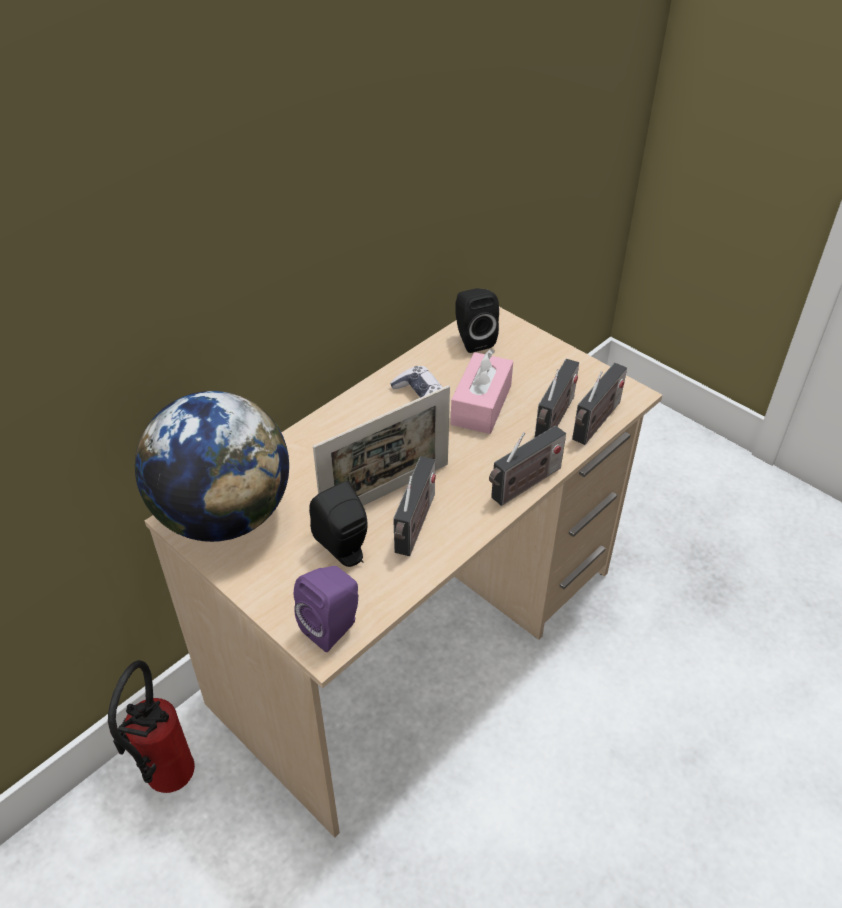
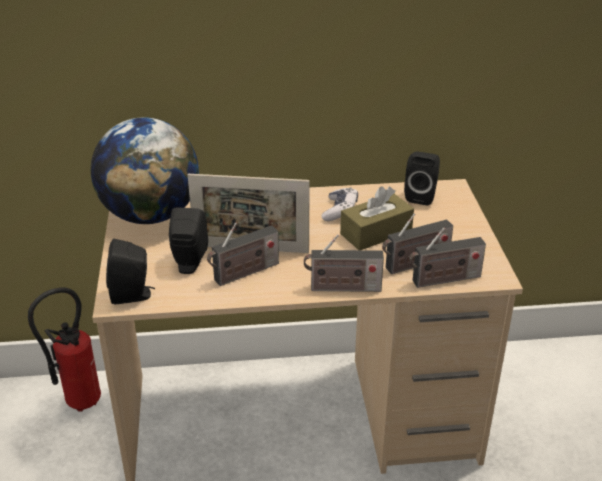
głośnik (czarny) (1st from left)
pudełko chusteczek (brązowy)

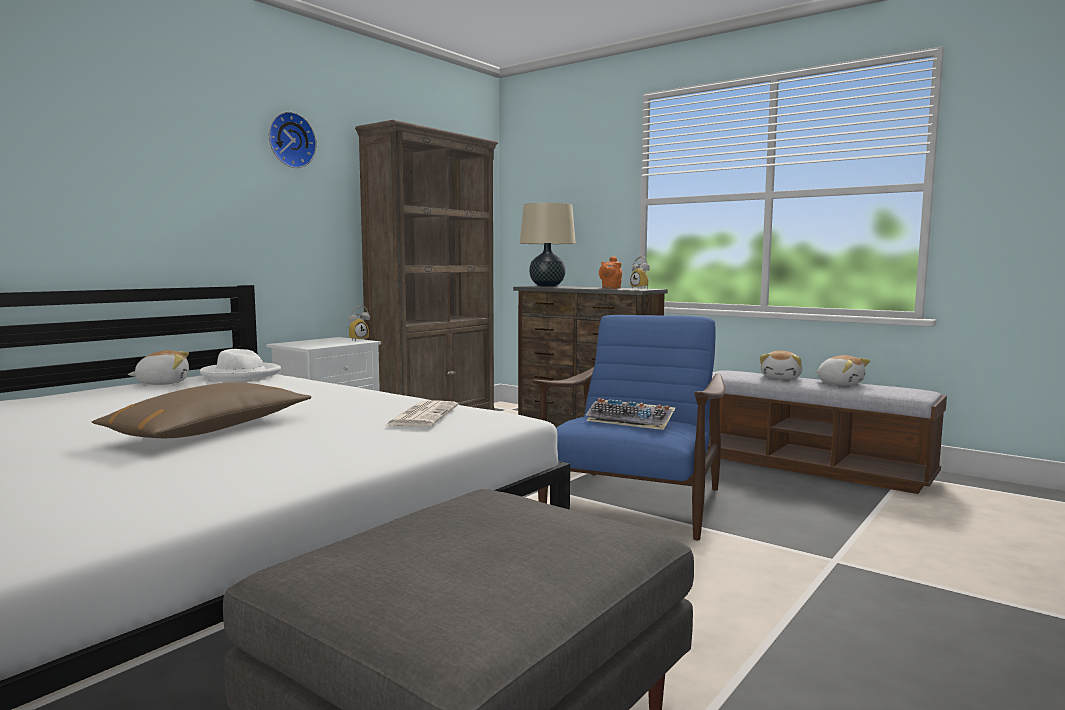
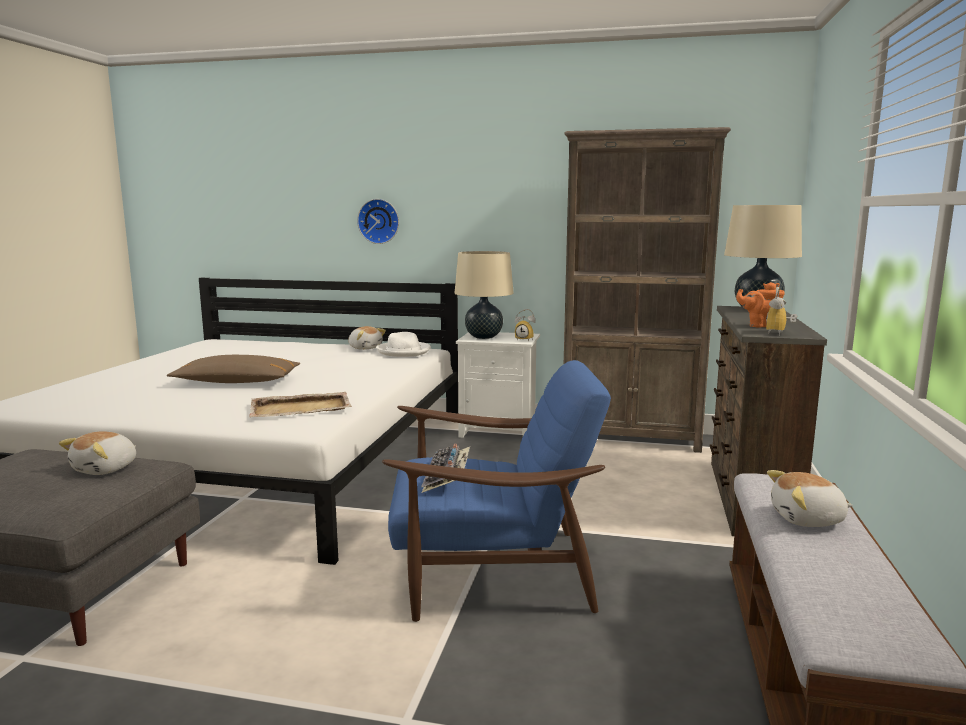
lampa stołowa (beżowy) (1st from left)
zegar ścienny
pluszak (1st from left)
taca (beżowy)

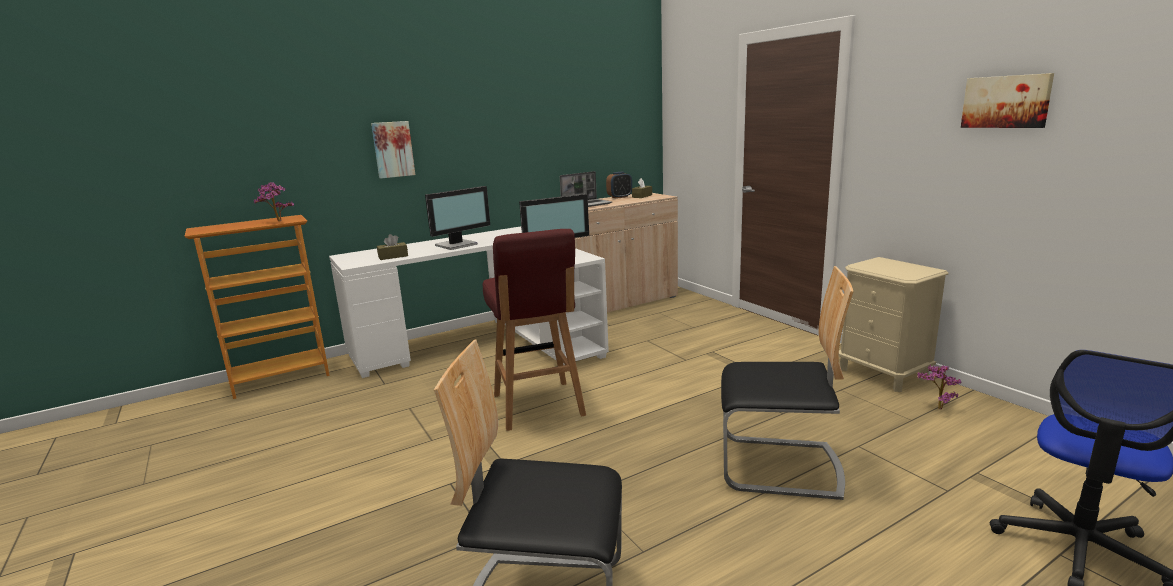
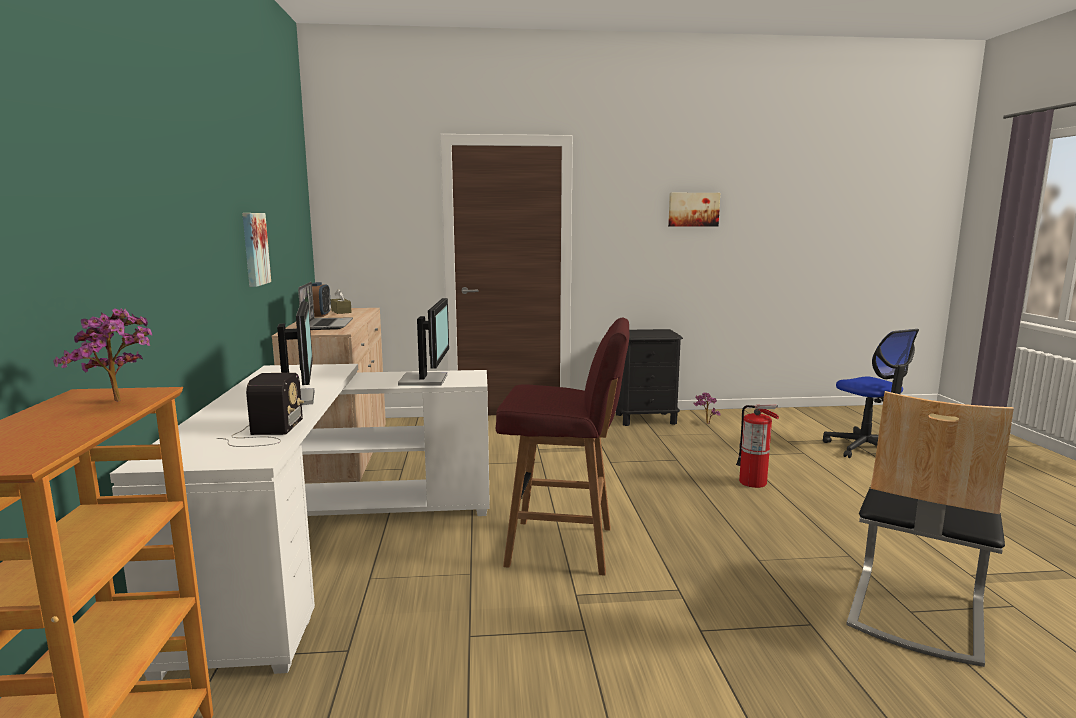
obraz (1st from left)
radio
gaśnica
szafka nocna (czarny)

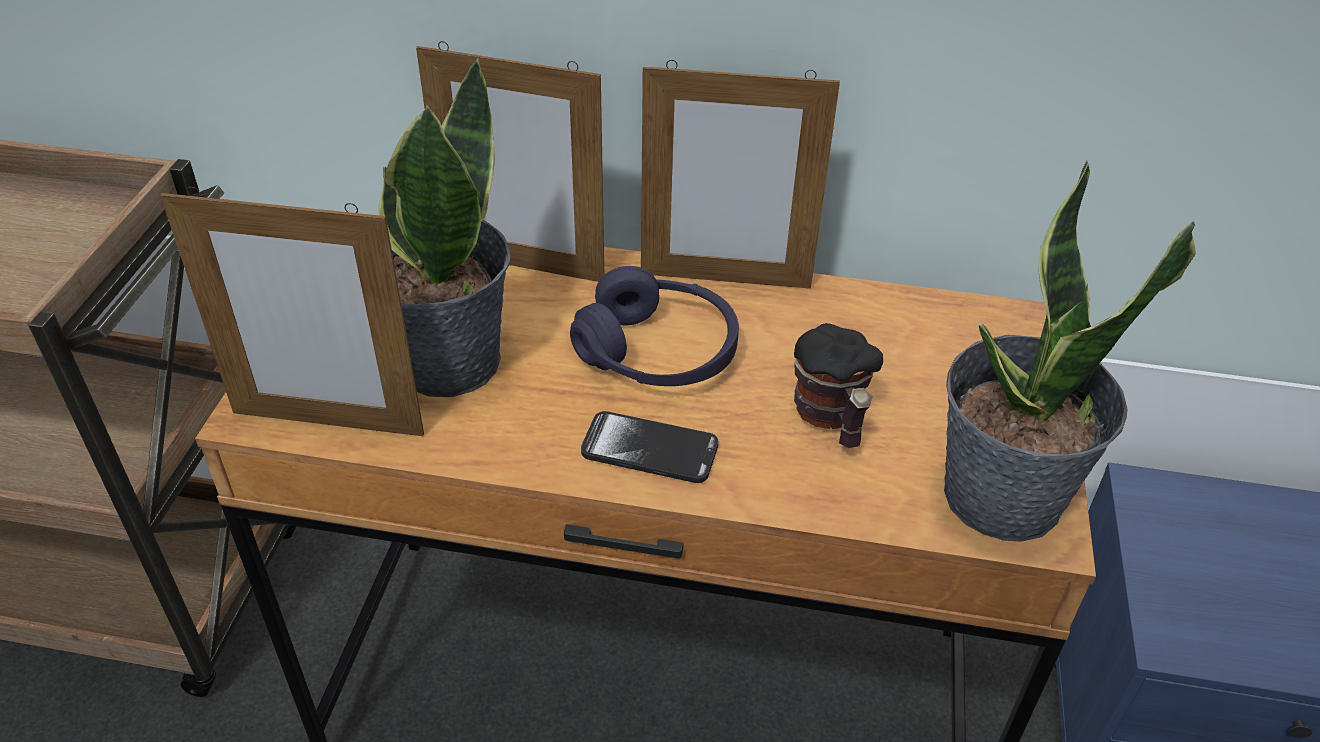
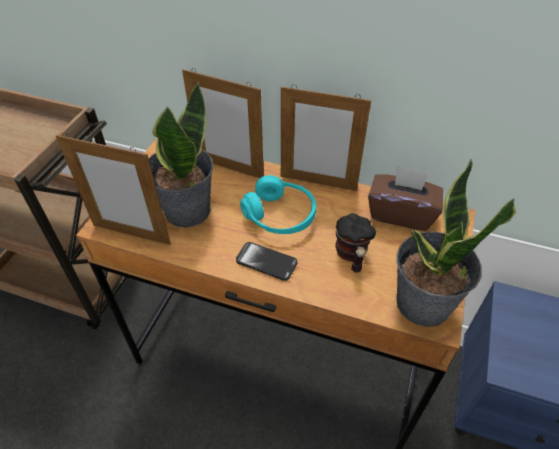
pudełko chusteczek (brązowy)
słuchawki (turkusowy)

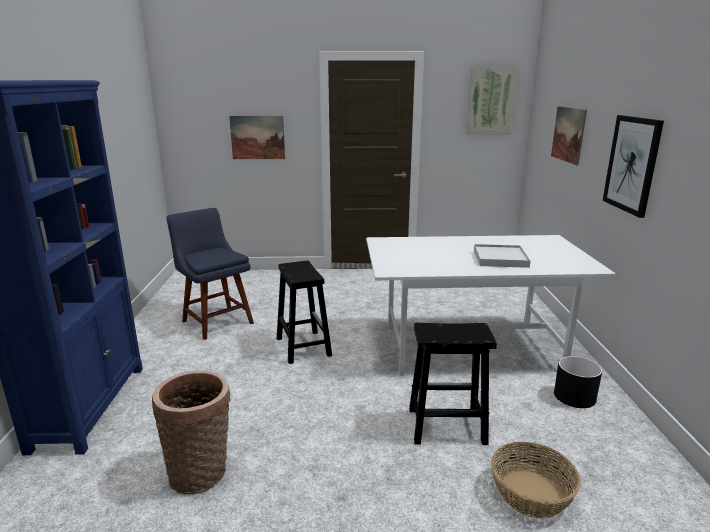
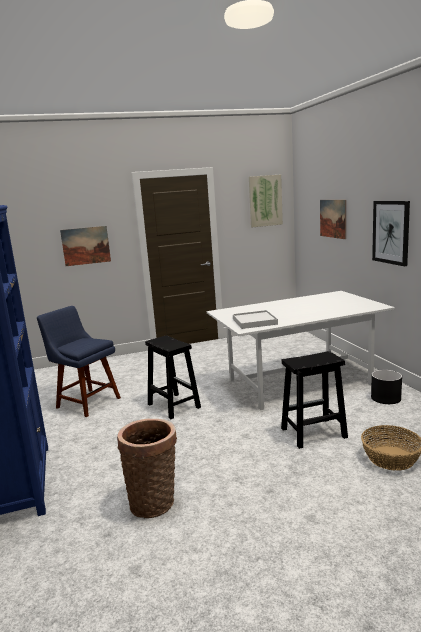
taca (biały)

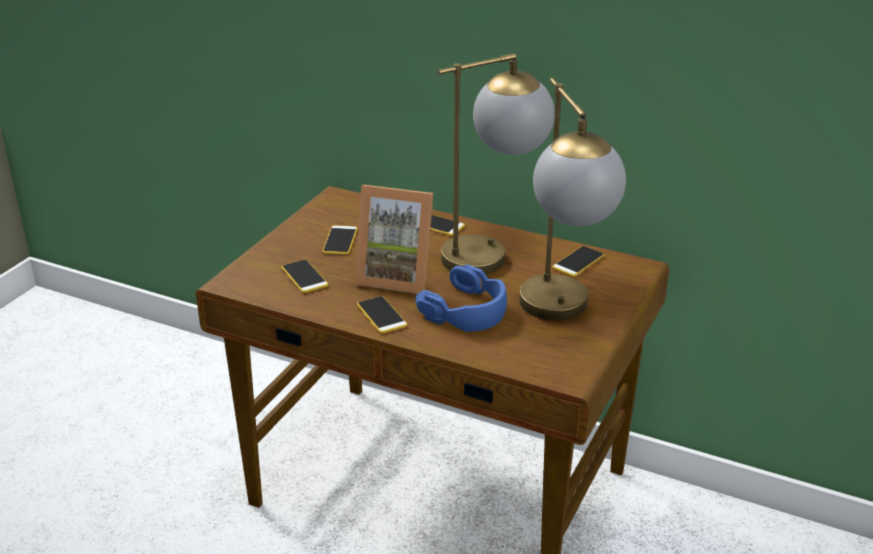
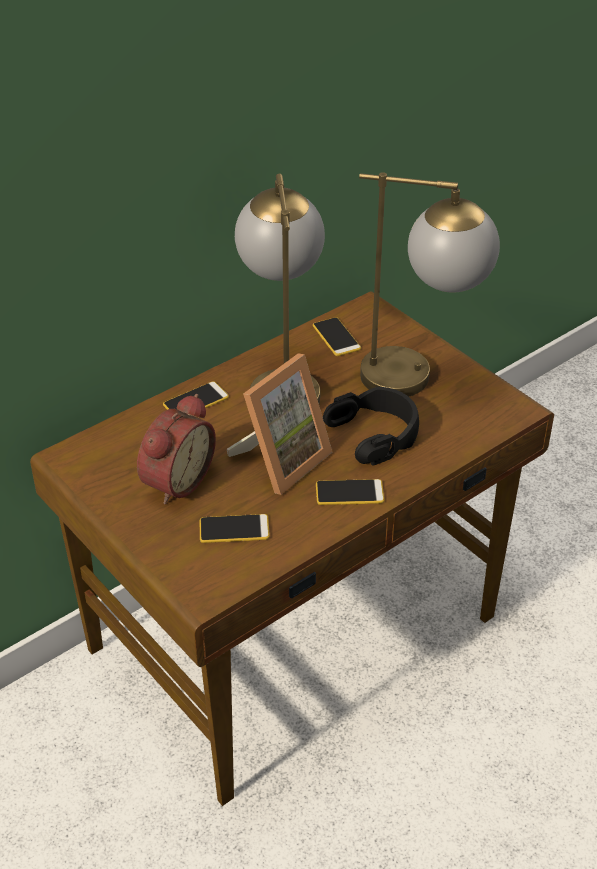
budzik
słuchawki (czarny)

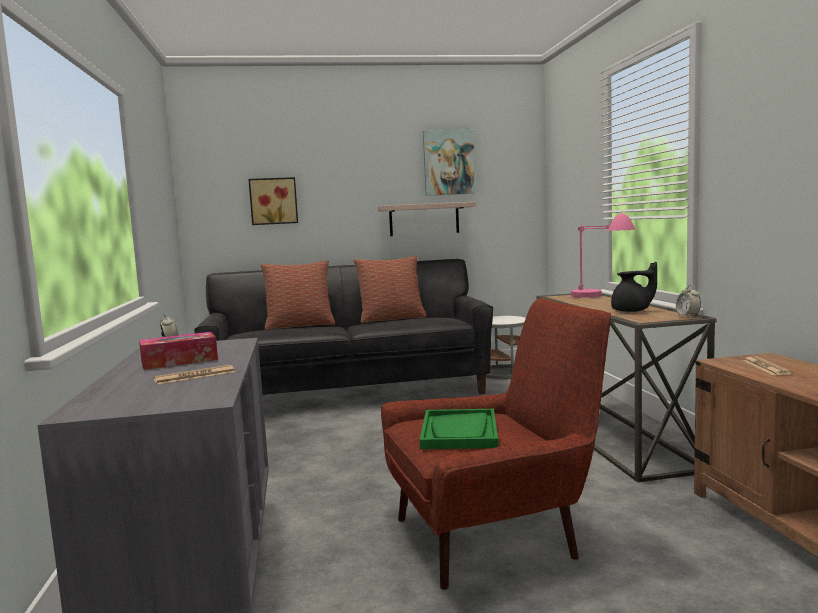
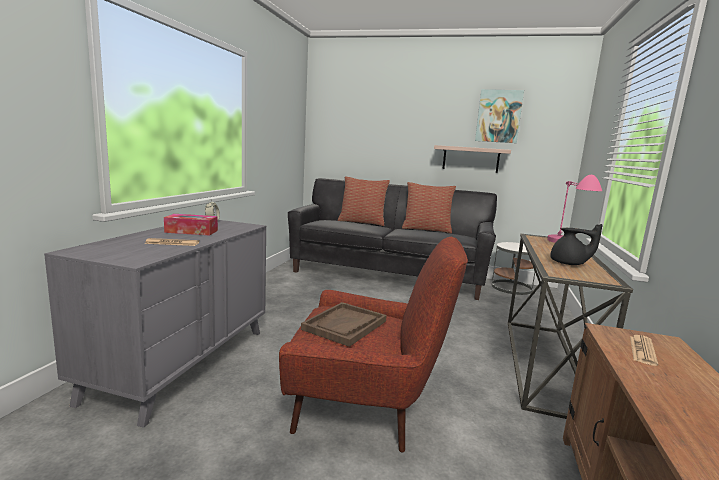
obraz (1st from left in the first image)
budzik (2nd from left in the first image)
taca (brązowy)

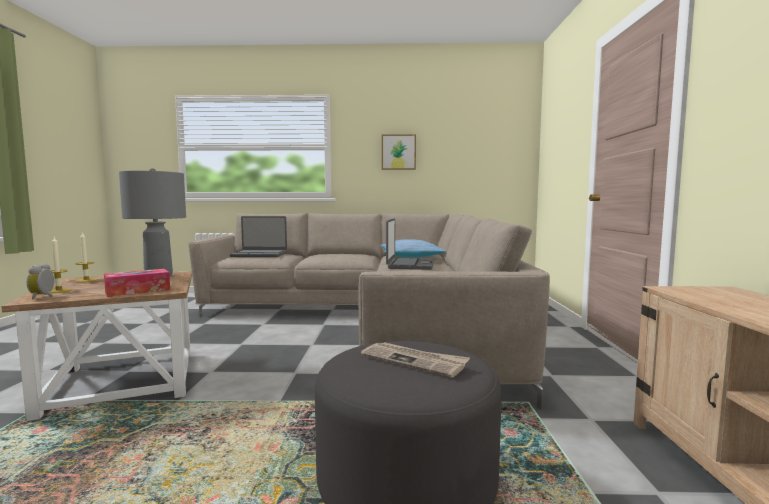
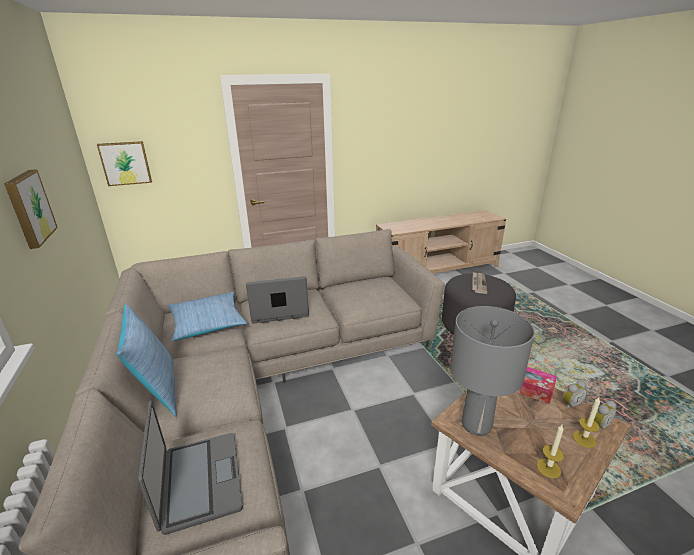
obraz (2nd from left)
poduszka (1st from left)
budzik (1st from left)

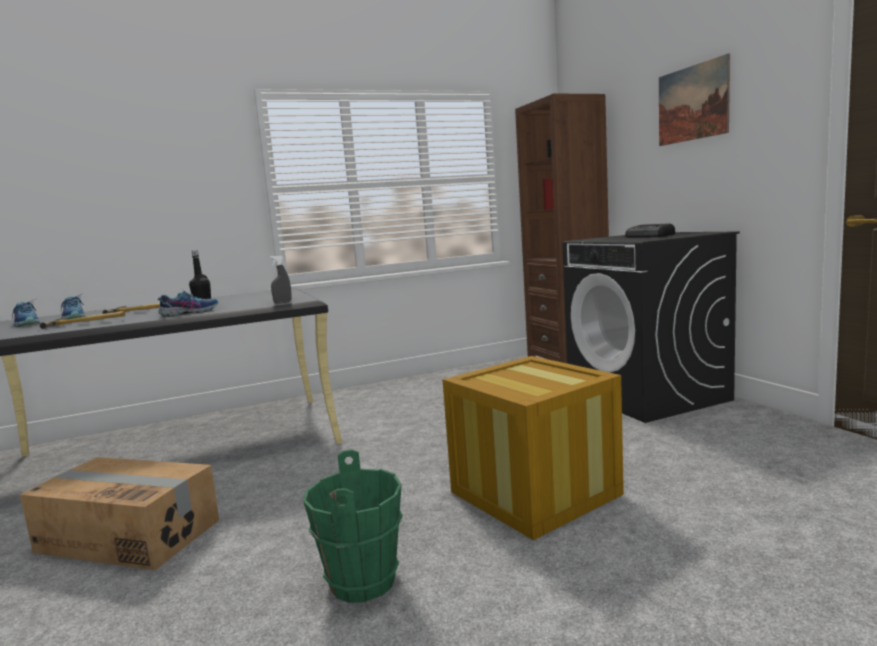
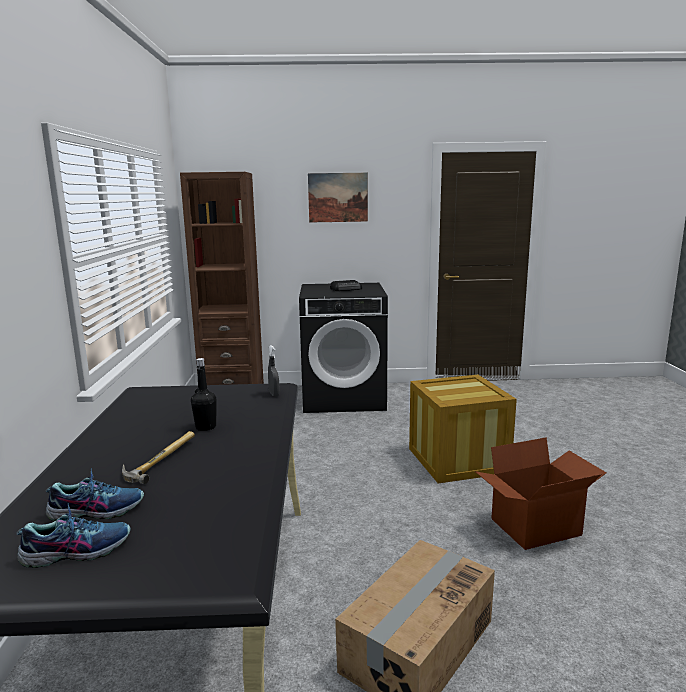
młotek (1st from left in the first image)
but (3rd from left in the first image)
karton (2nd from left)

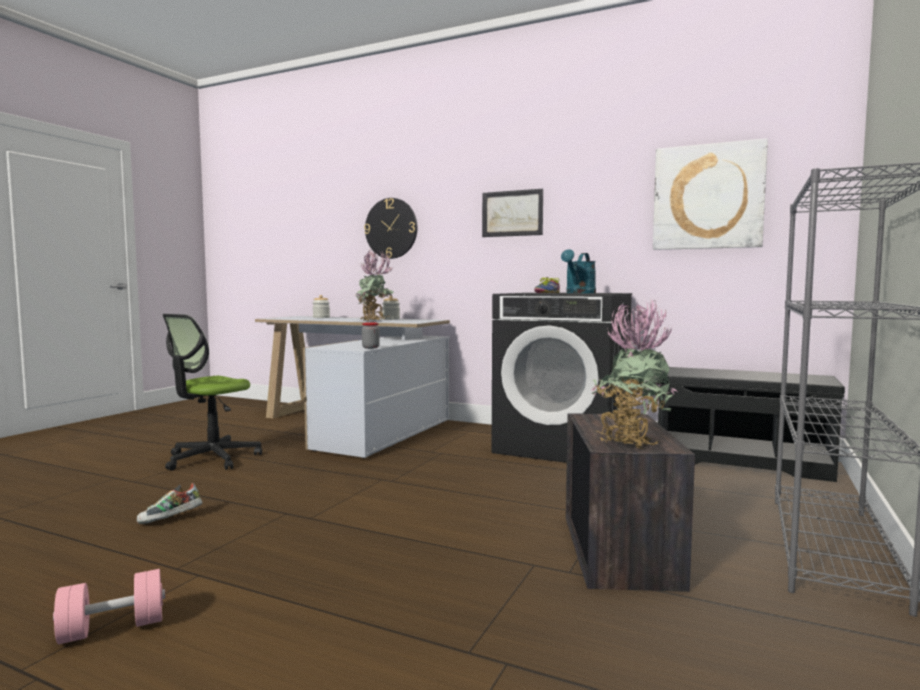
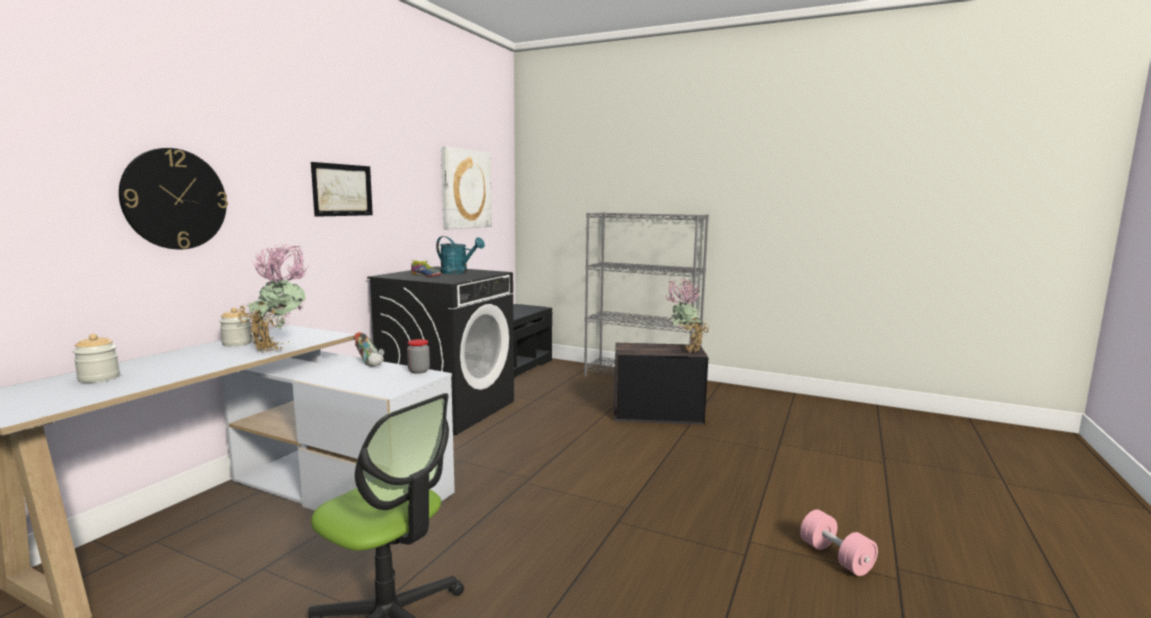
but (1st from left)

